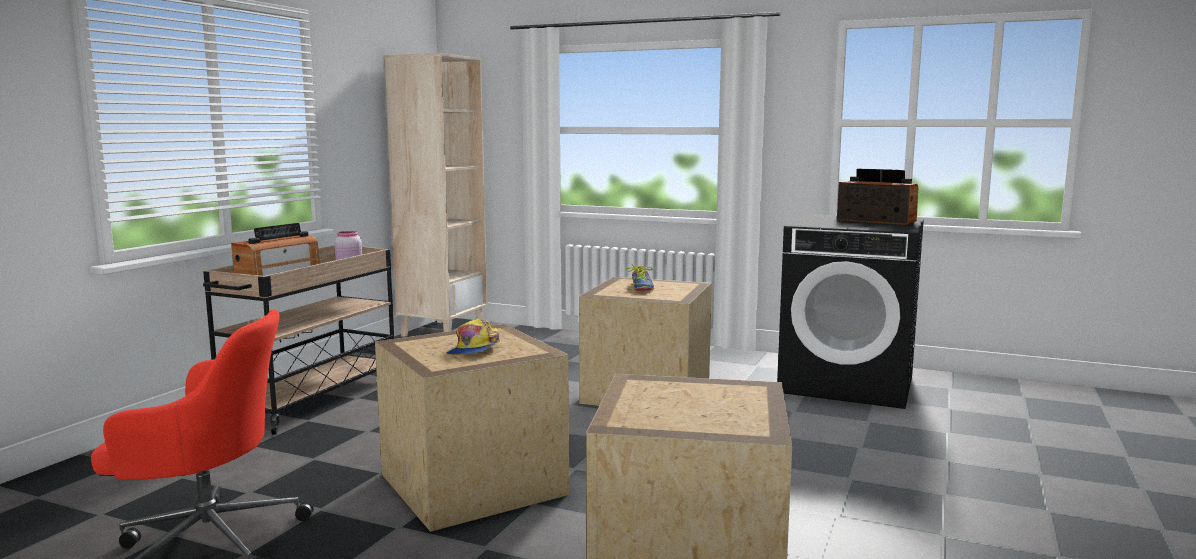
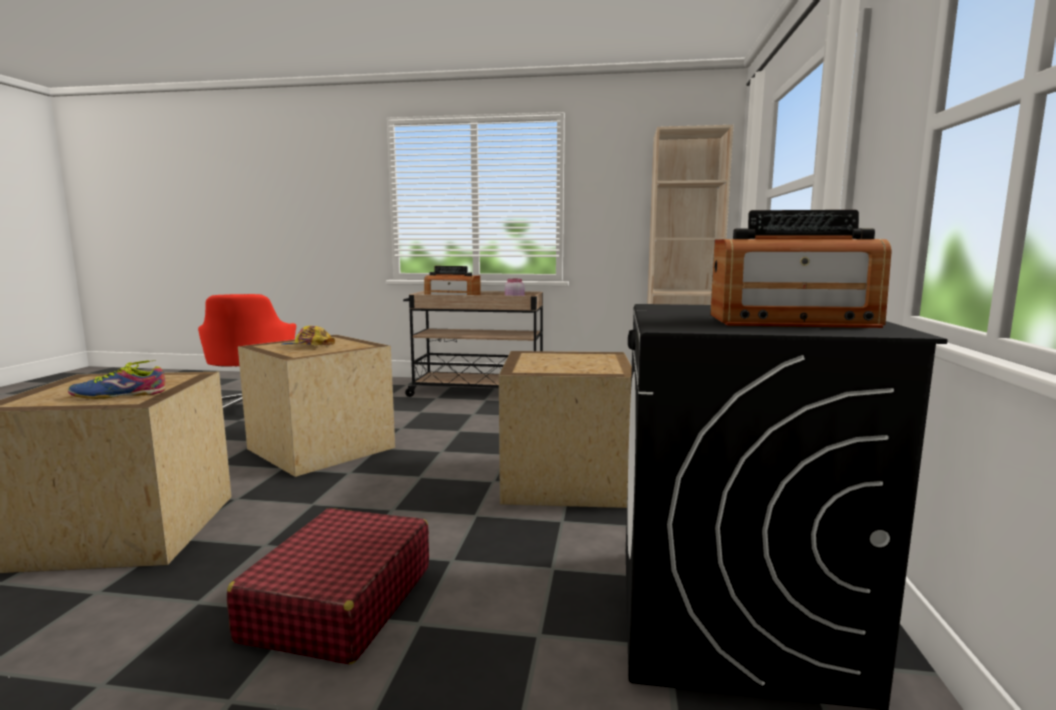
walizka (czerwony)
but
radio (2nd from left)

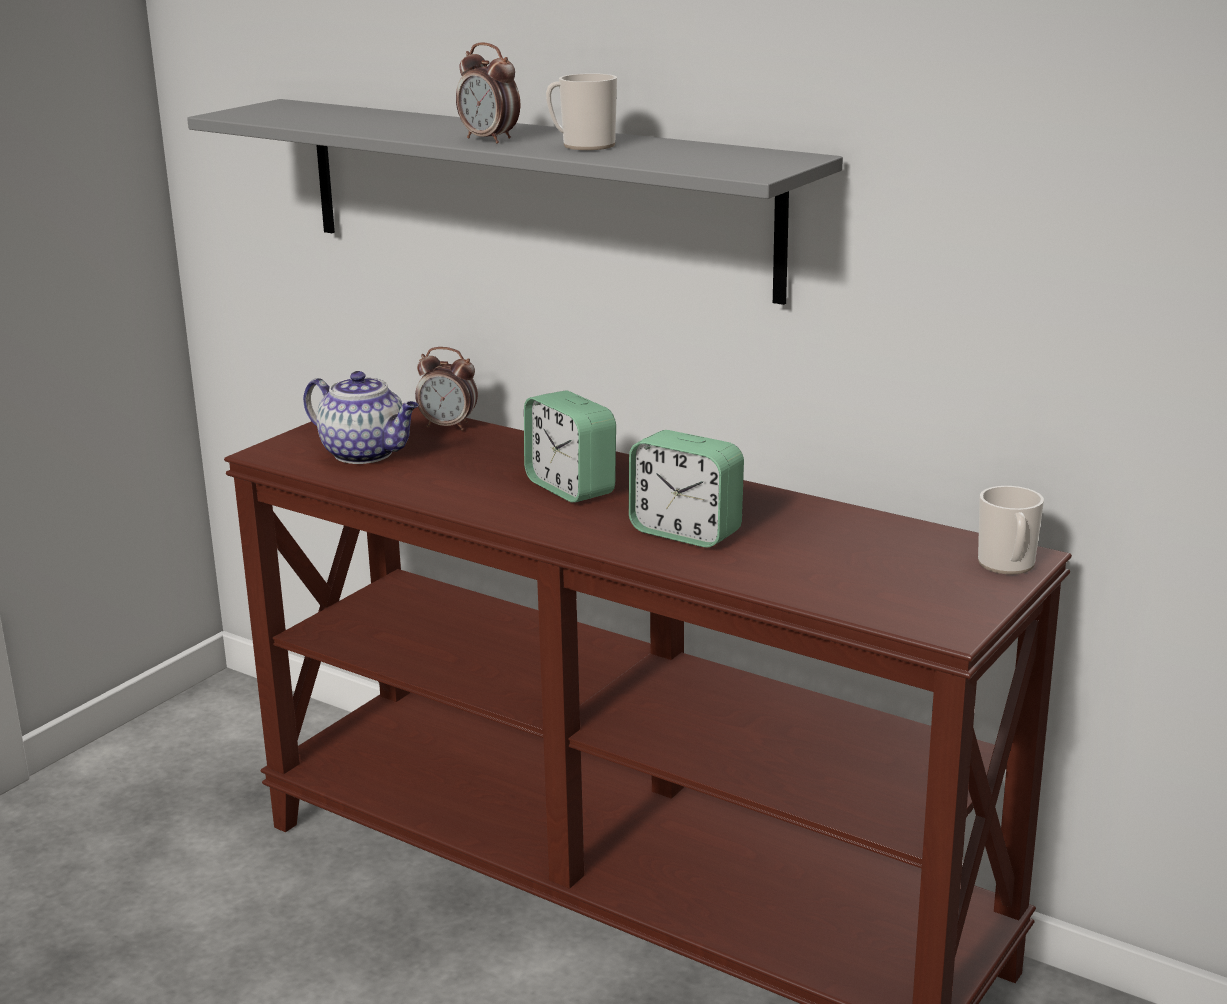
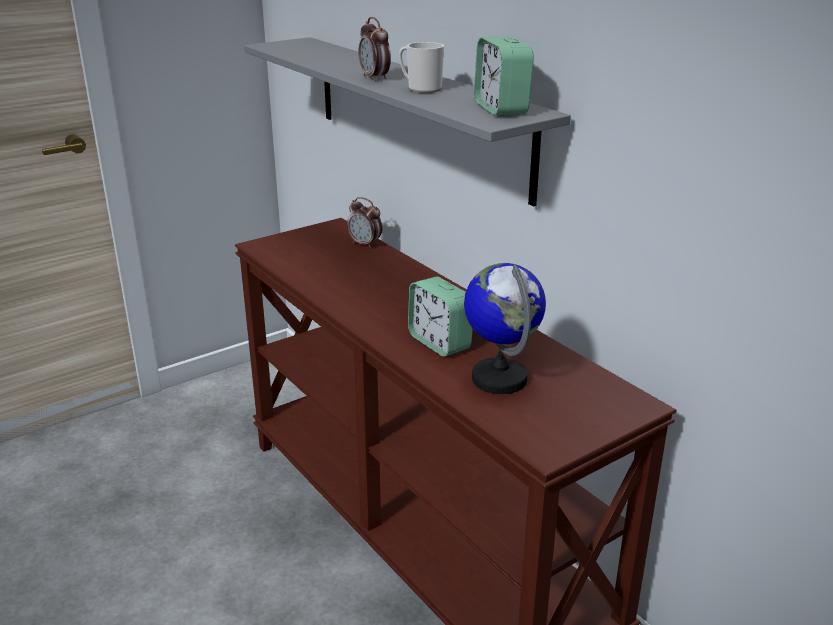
imbryk
kubek (2nd from left in the first image)
globus
budzik (4th from left)

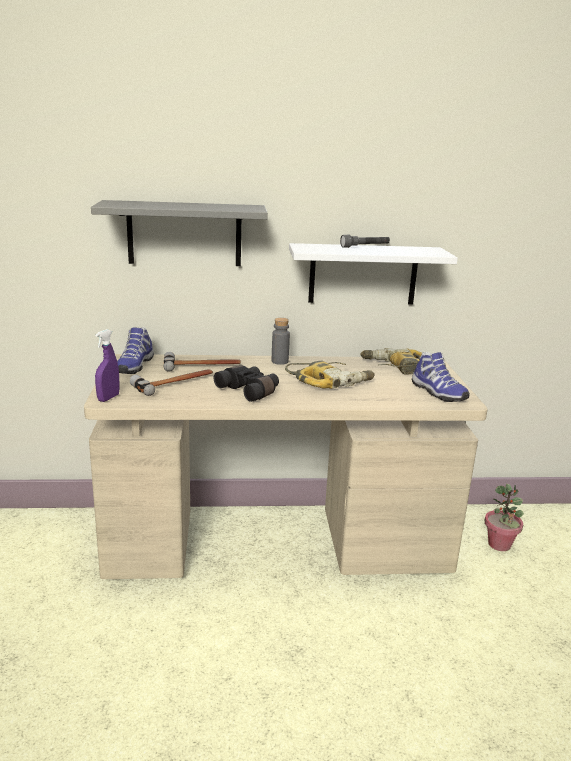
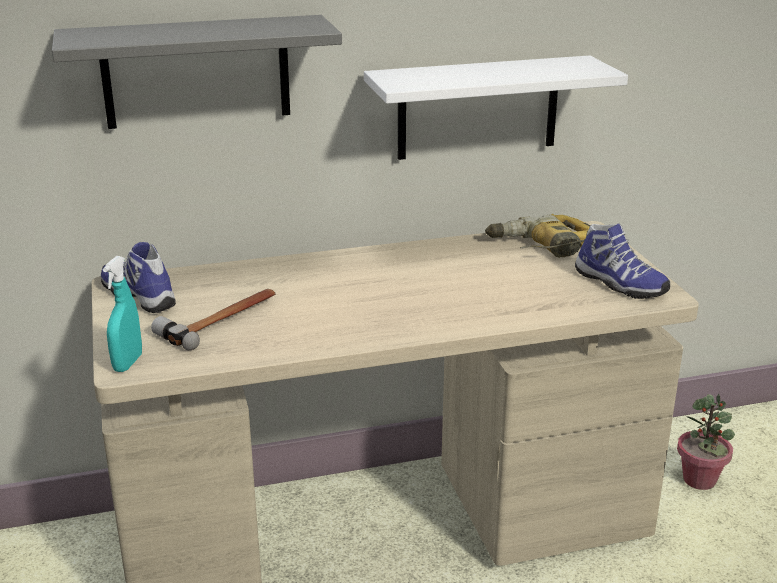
młotek (2nd from left in the first image)
lornetka (czarny)
butelka (szary)
wiertarka (1st from left in the first image)
latarka (szary)
spryskiwacz (turkusowy)
but (1st from left)

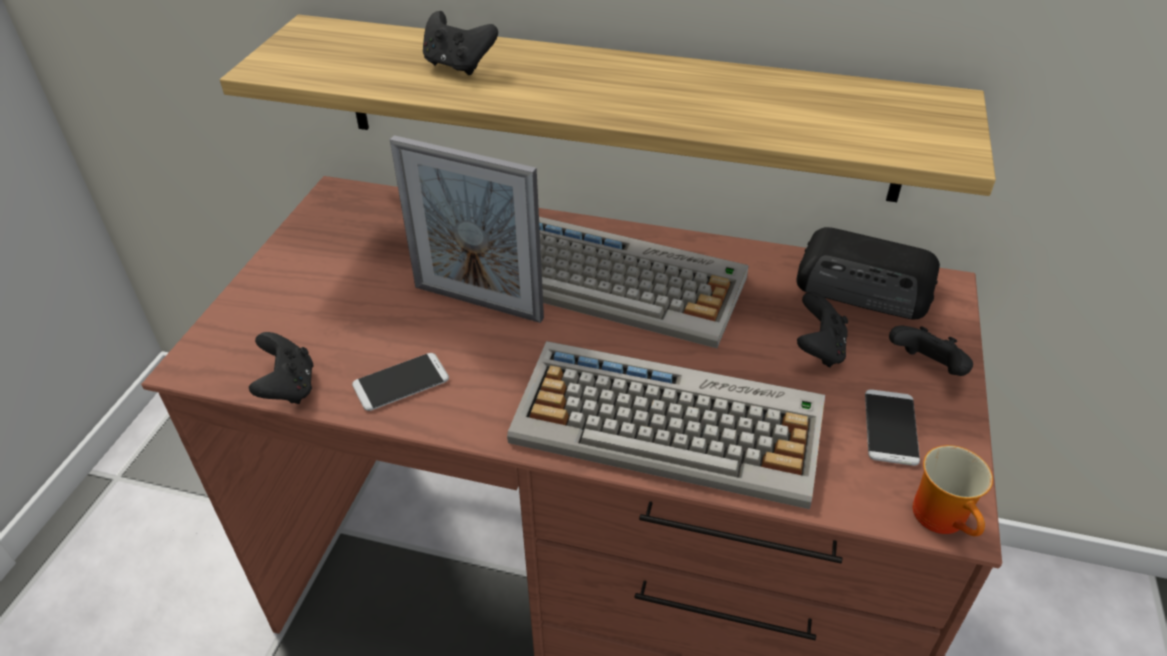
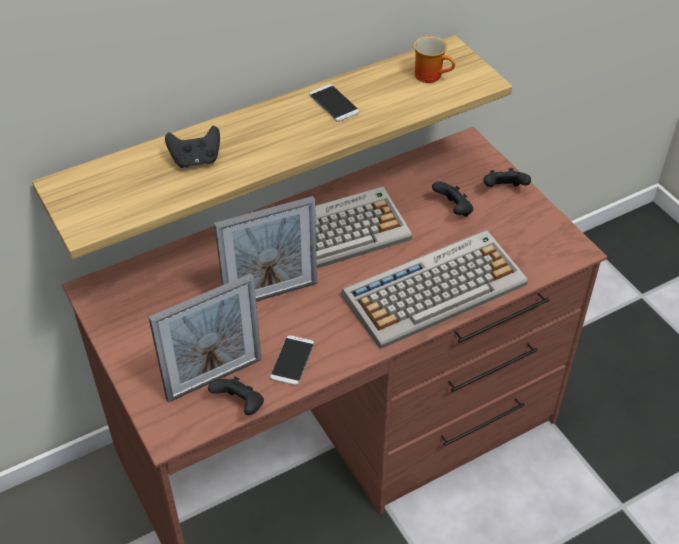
radio
ramka na zdjęcie (1st from left)
telefon (2nd from left)
kubek

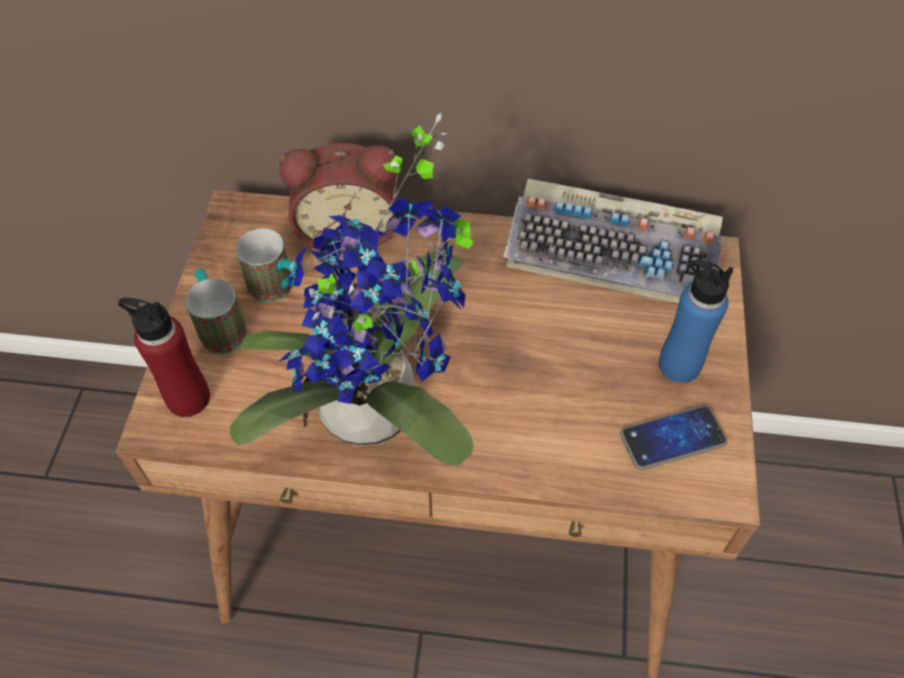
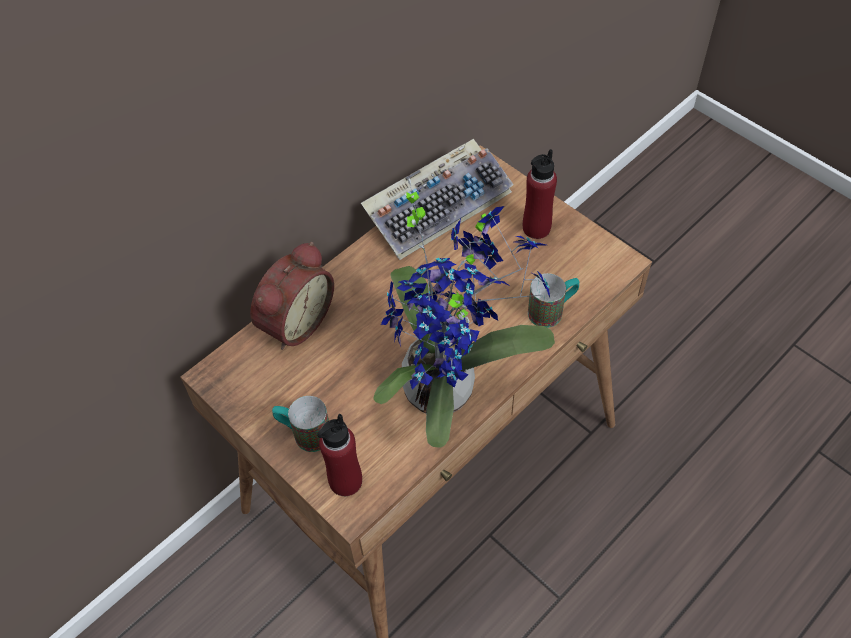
telefon
kubek (2nd from left)
butelka (czerwony) (2nd from left)

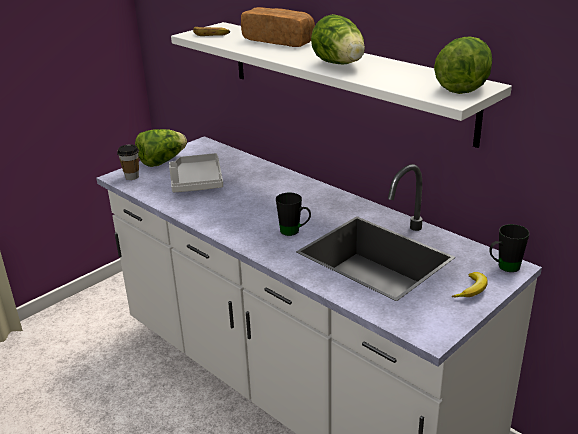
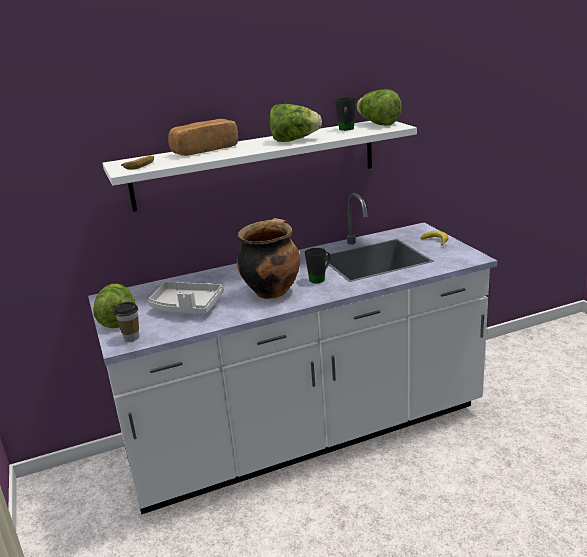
garnek
kubek (czarny) (2nd from left)

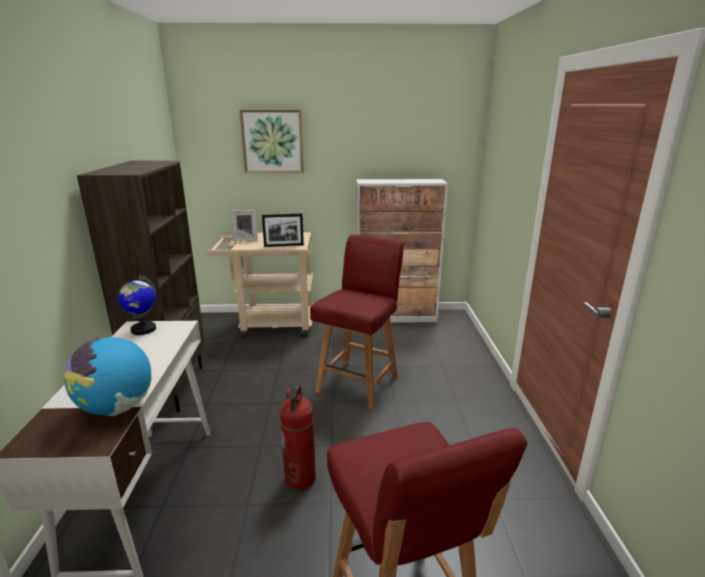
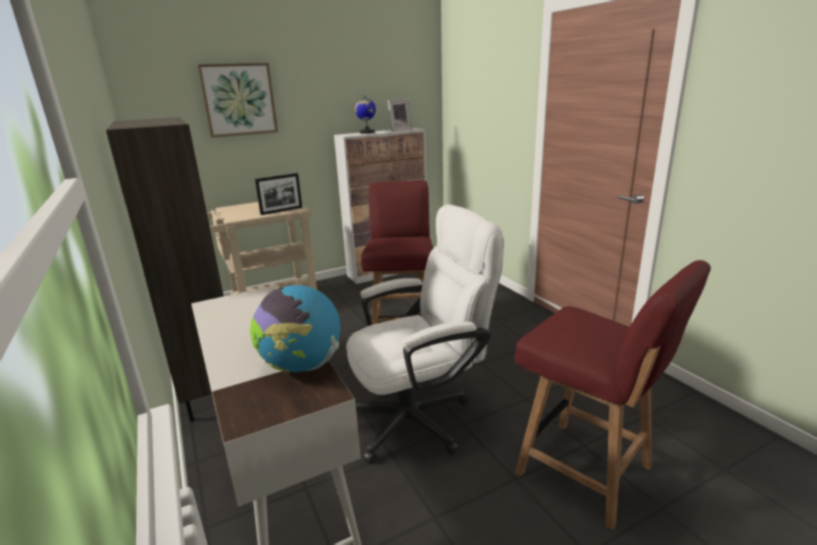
globus (2nd from left)
ramka na zdjęcie (2nd from left)
krzesło biurowe (biały)

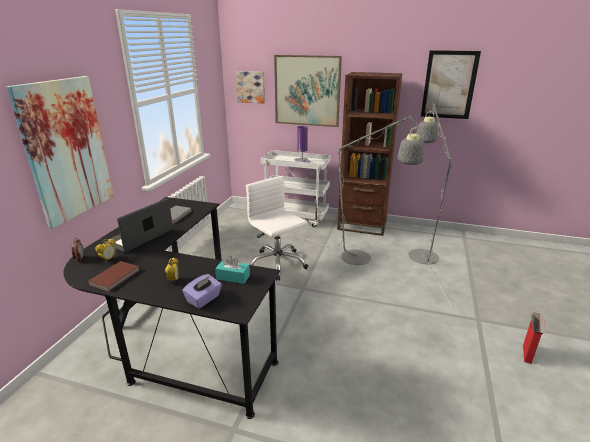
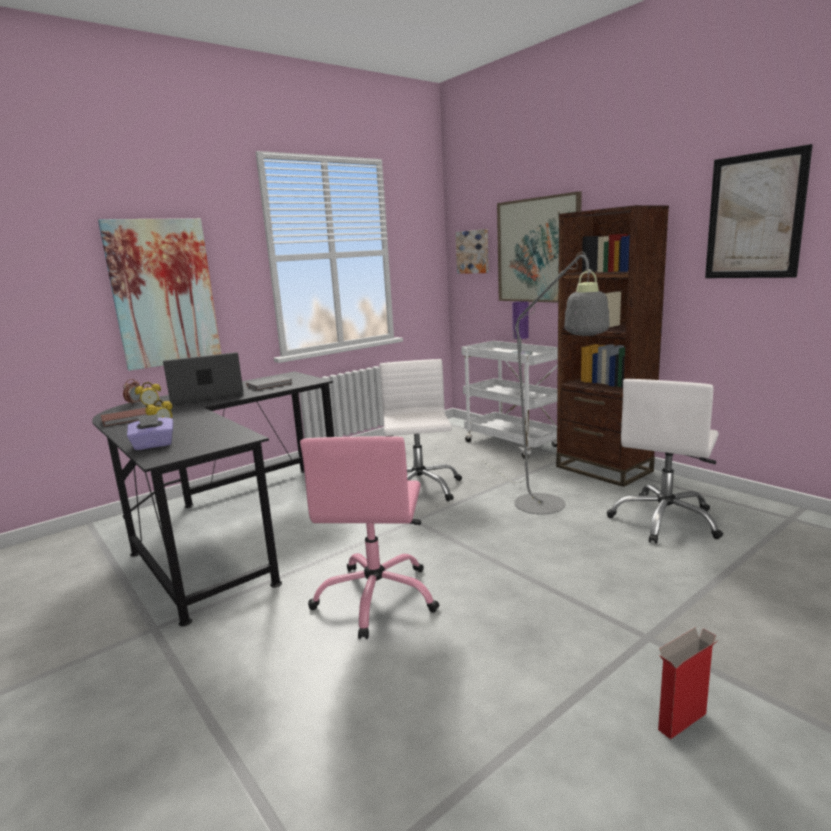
pudełko chusteczek (turkusowy)
krzesło biurowe (różowy)
krzesło biurowe (biały) (2nd from left)

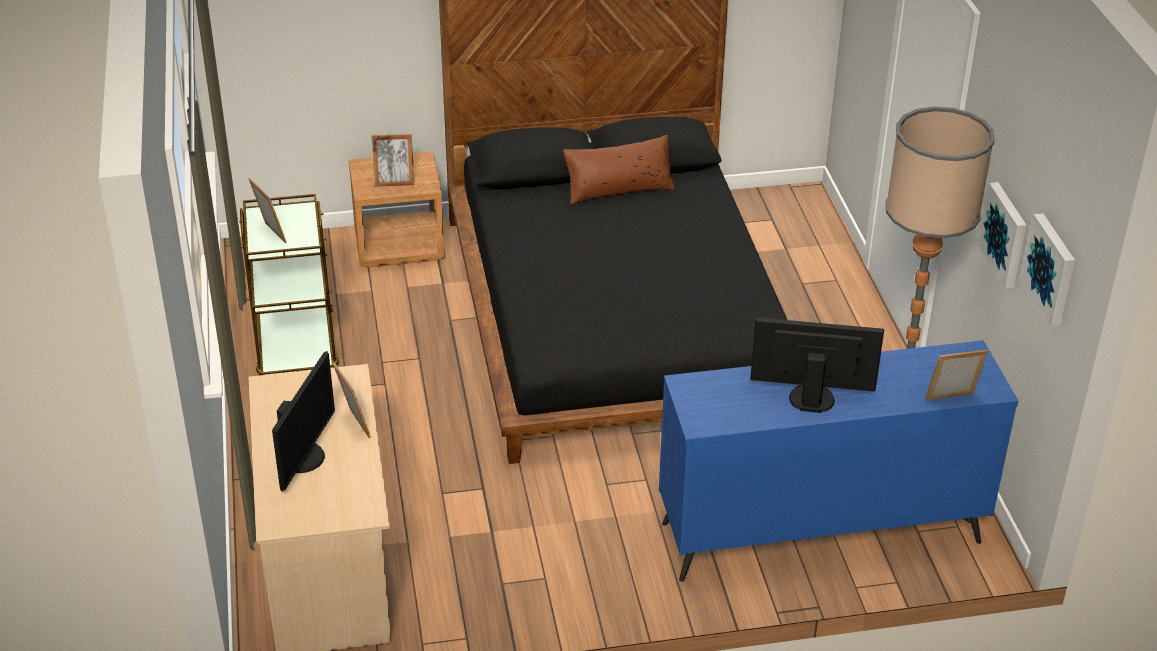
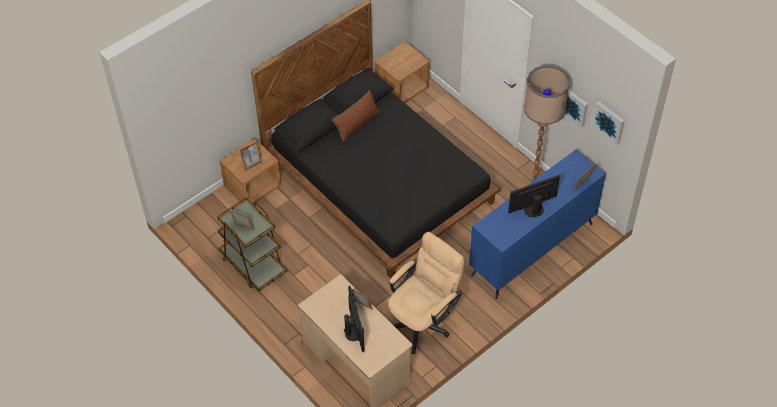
szafka nocna (brązowy) (2nd from left)
krzesło biurowe (beżowy)

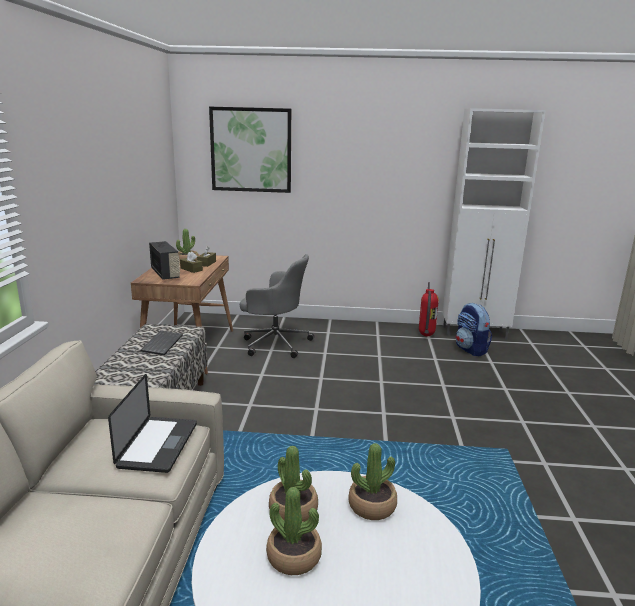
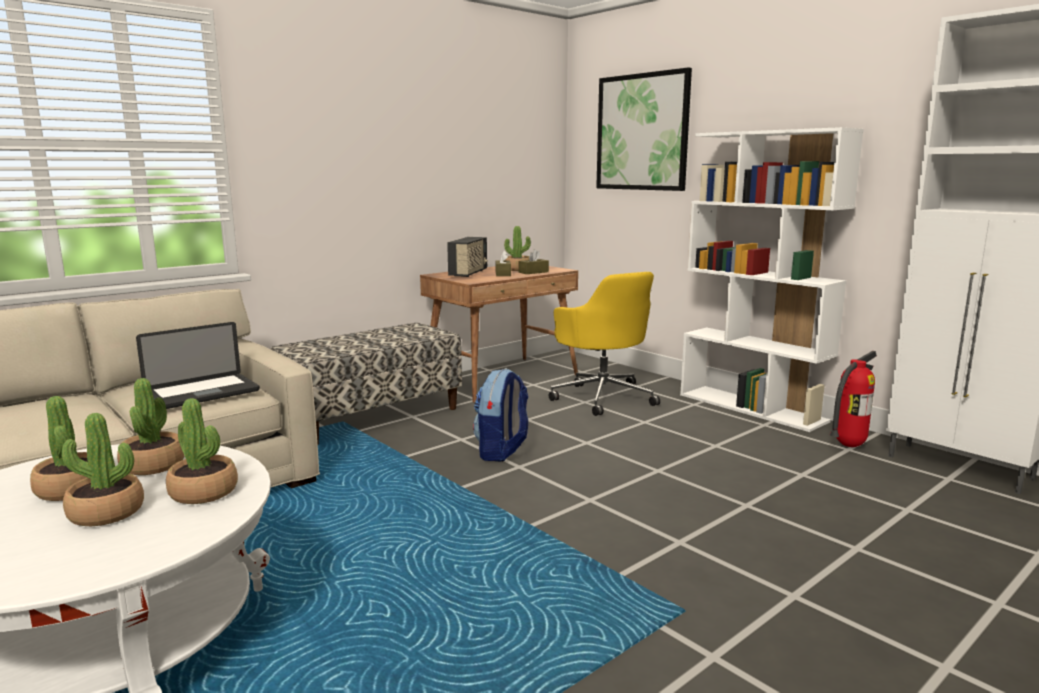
klawiatura
roślina doniczkowa (2nd from left)
regał (biały)
plecak
krzesło biurowe (żółty)

